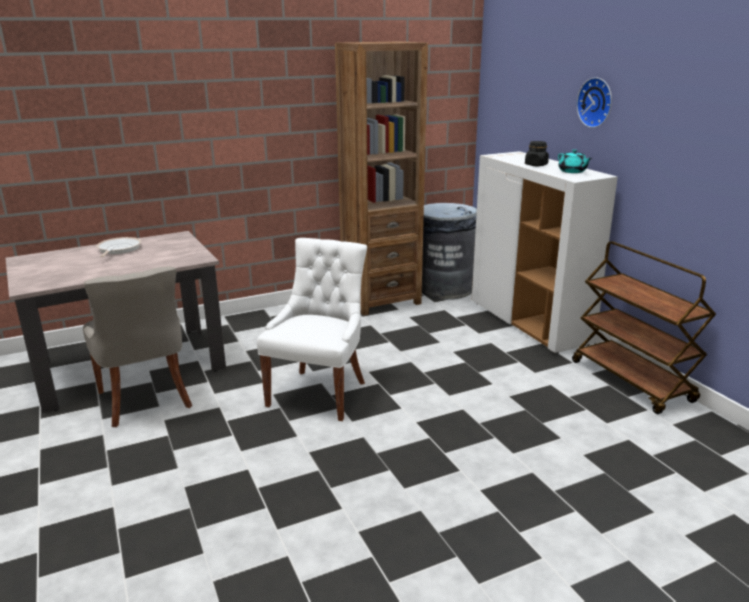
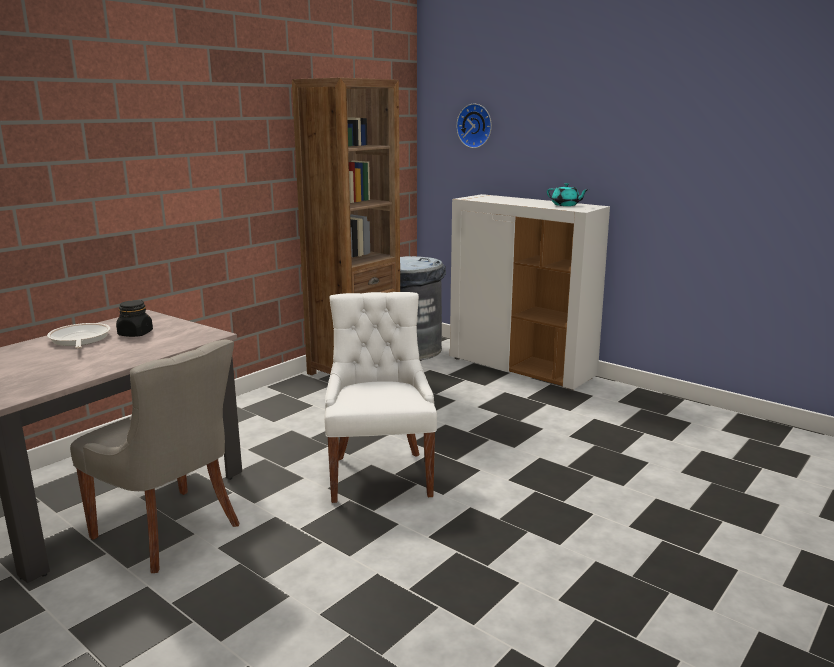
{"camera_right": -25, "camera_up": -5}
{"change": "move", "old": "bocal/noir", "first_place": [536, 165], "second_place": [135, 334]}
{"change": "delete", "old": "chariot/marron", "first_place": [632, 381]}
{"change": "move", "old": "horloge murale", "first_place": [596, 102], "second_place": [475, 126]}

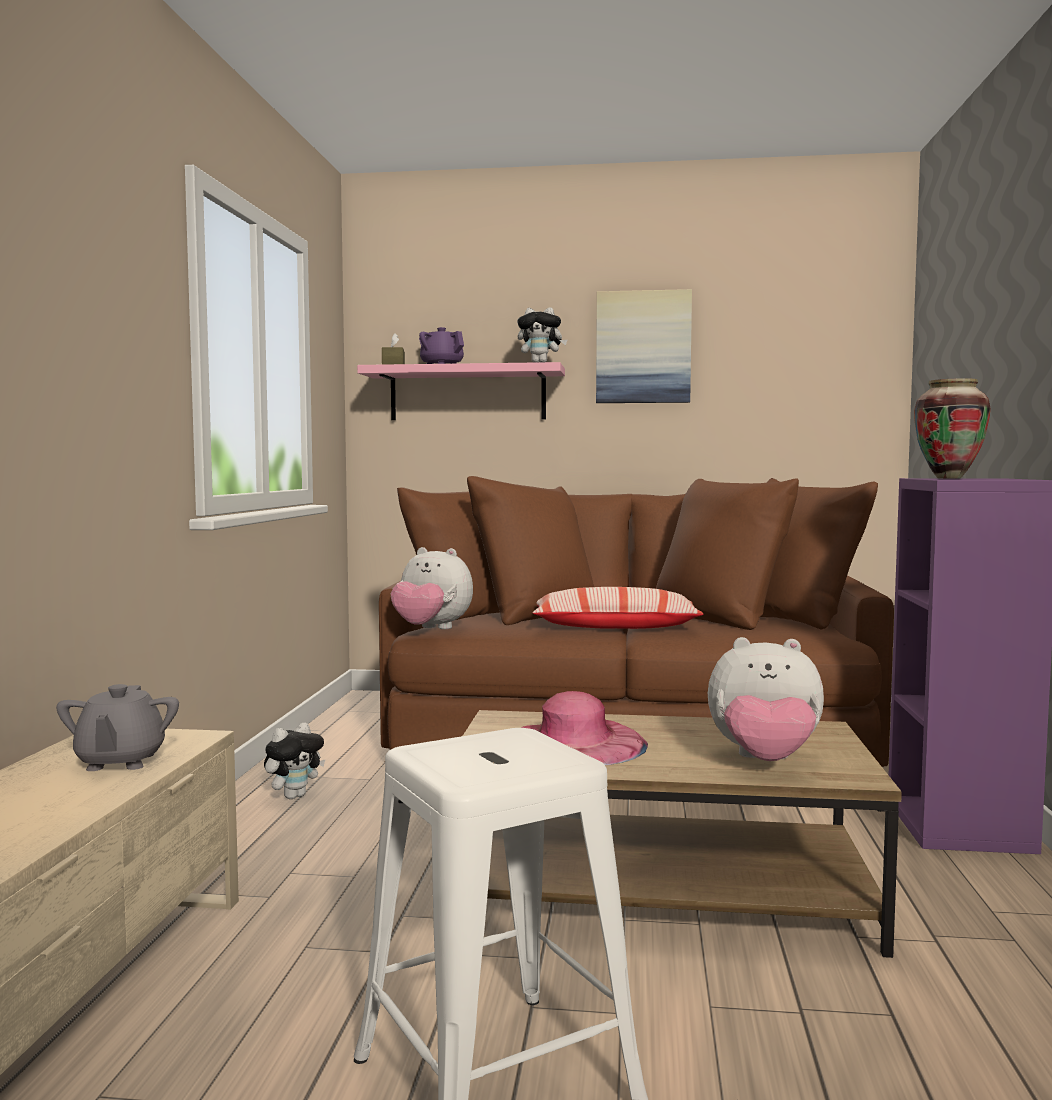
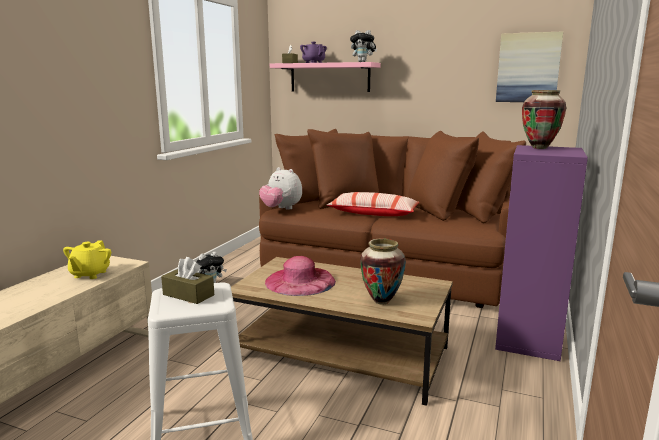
{"camera_right": 15, "camera_up": 10}
{"change": "recolor", "old": "théière/gris", "new": "théière/jaune", "first_place": [120, 762], "second_place": [90, 274]}
{"change": "move", "old": "tableau", "first_place": [643, 347], "second_place": [528, 68]}
{"change": "replace", "old": "peluche", "new": "vase", "first_place": [764, 761], "second_place": [381, 301]}
{"change": "insert", "new": "boîte à mouchoirs/marron", "second_place": [188, 295]}

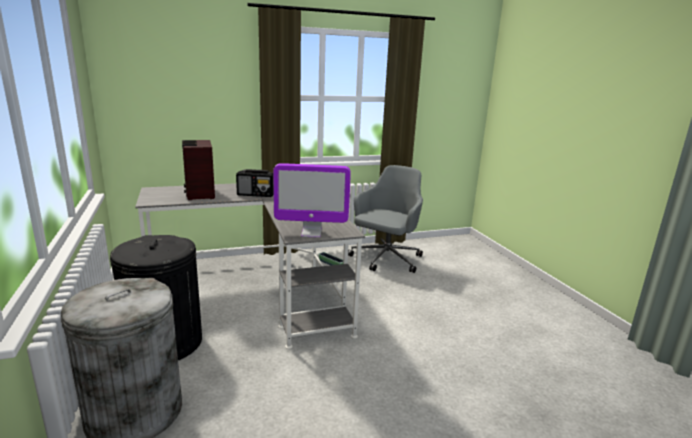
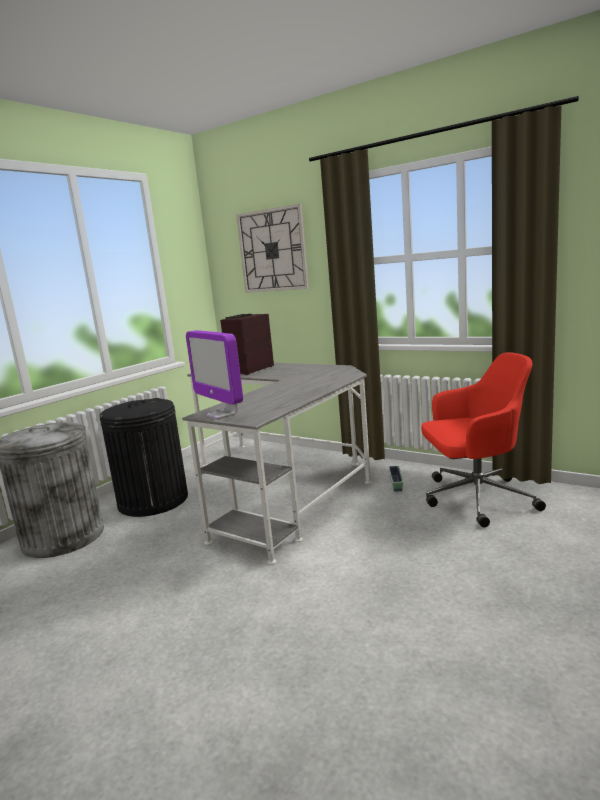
{"camera_right": 55, "camera_up": -5}
{"change": "delete", "old": "radio", "first_place": [256, 195]}
{"change": "recolor", "old": "chaise de bureau/gris", "new": "chaise de bureau/rouge", "first_place": [385, 259], "second_place": [475, 498]}
{"change": "insert", "new": "horloge murale", "second_place": [272, 250]}

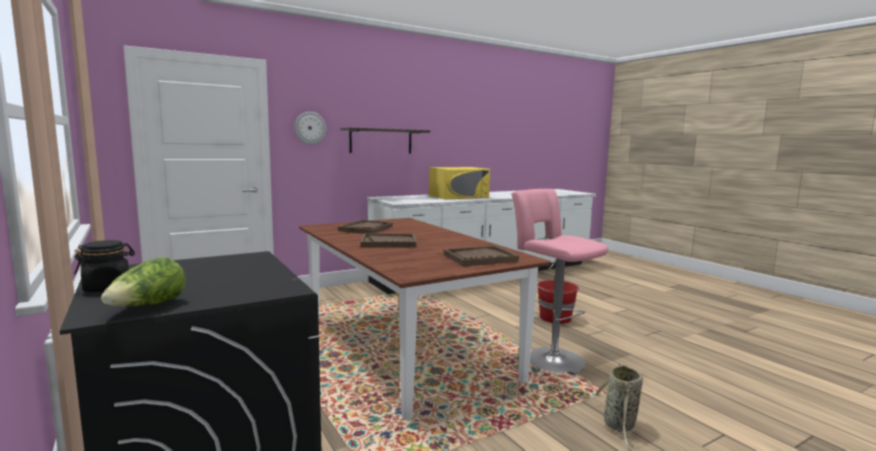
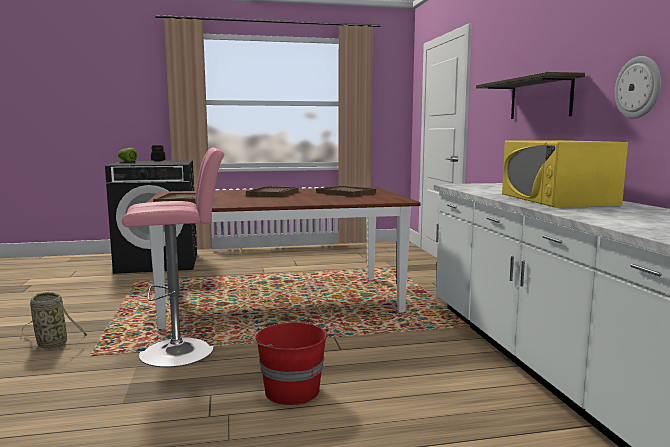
{"camera_right": 110, "camera_up": 0}
{"change": "move", "old": "horloge murale", "first_place": [310, 128], "second_place": [638, 87]}

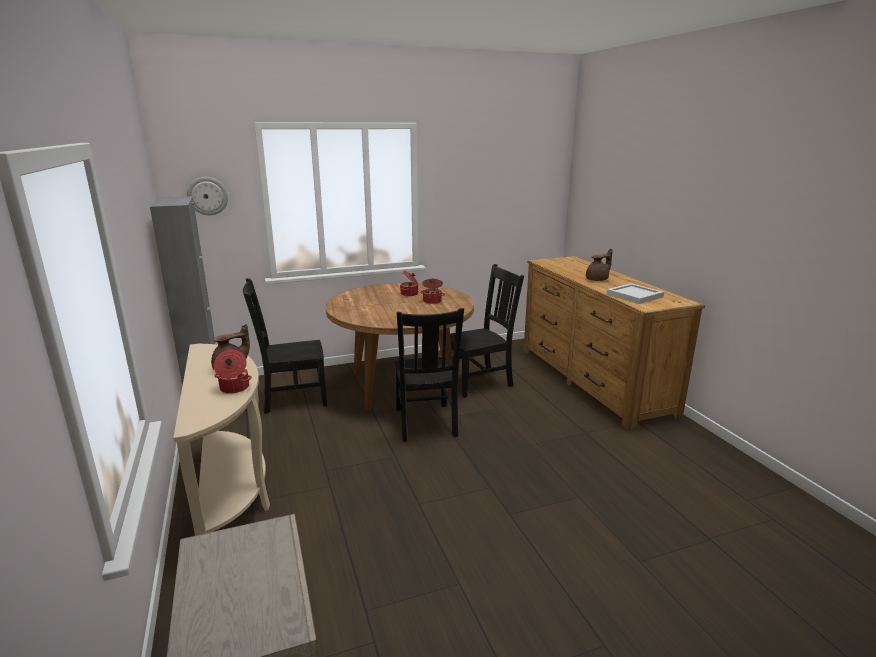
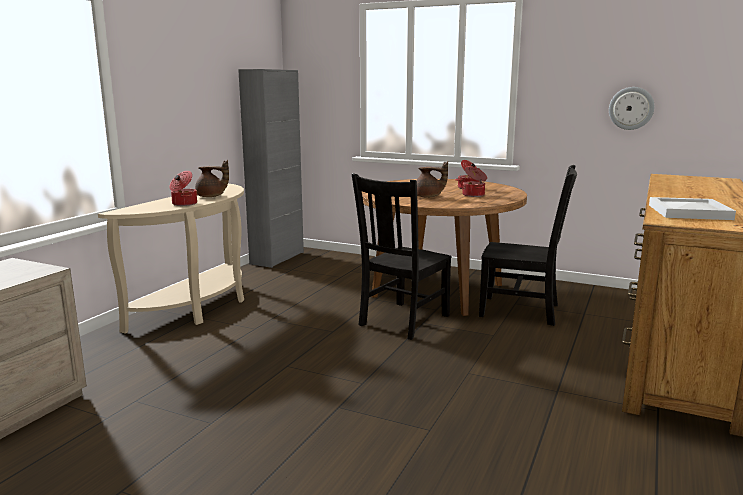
{"camera_right": 45, "camera_up": -5}
{"change": "move", "old": "horloge murale", "first_place": [207, 196], "second_place": [631, 108]}
{"change": "delete", "old": "chaise/noir", "first_place": [292, 398]}
{"change": "move", "old": "théière/marron", "first_place": [598, 280], "second_place": [428, 197]}

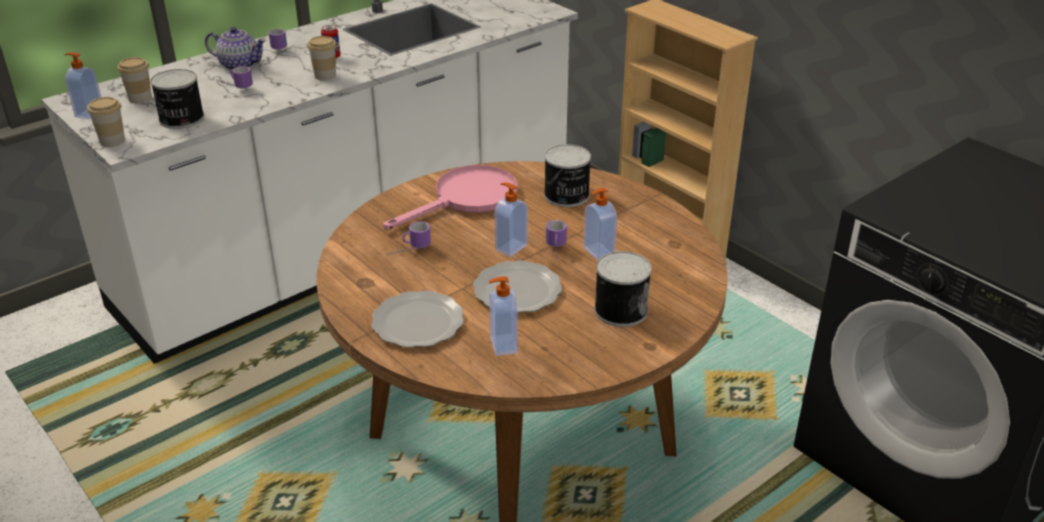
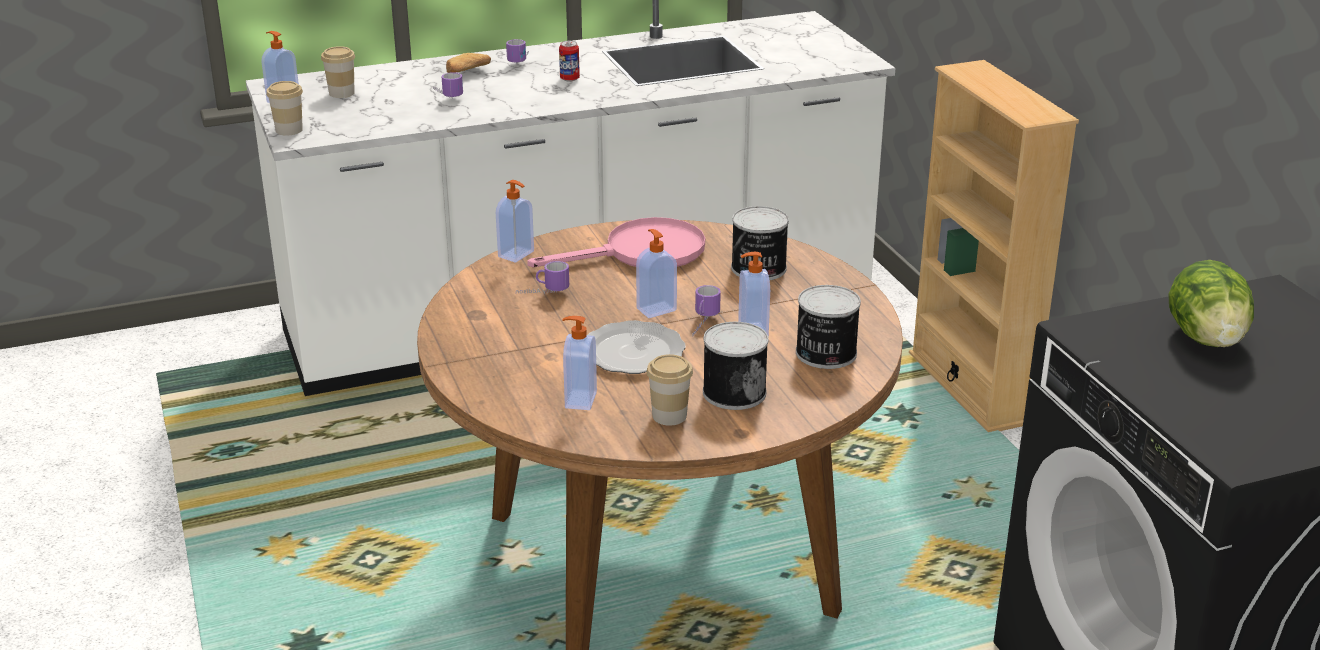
{"camera_right": 20, "camera_up": -5}
{"change": "move", "old": "boîte métallique", "first_place": [181, 119], "second_place": [825, 354]}
{"change": "replace", "old": "théière", "new": "pain", "first_place": [239, 65], "second_place": [464, 73]}
{"change": "move", "old": "tasse", "first_place": [325, 76], "second_place": [669, 416]}
{"change": "delete", "old": "assiette", "first_place": [417, 323]}
{"change": "insert", "new": "distributeur de savon", "second_place": [517, 254]}
{"change": "insert", "new": "laitue", "second_place": [1206, 339]}

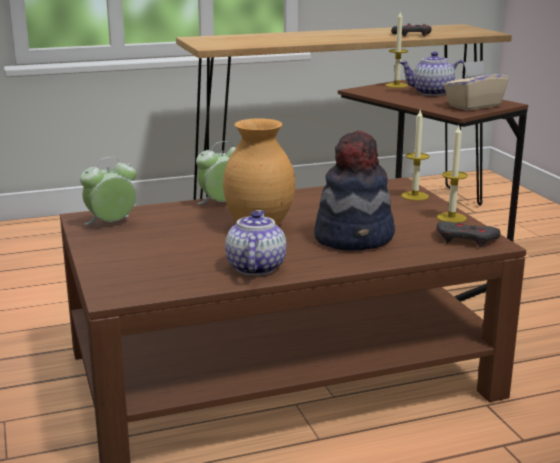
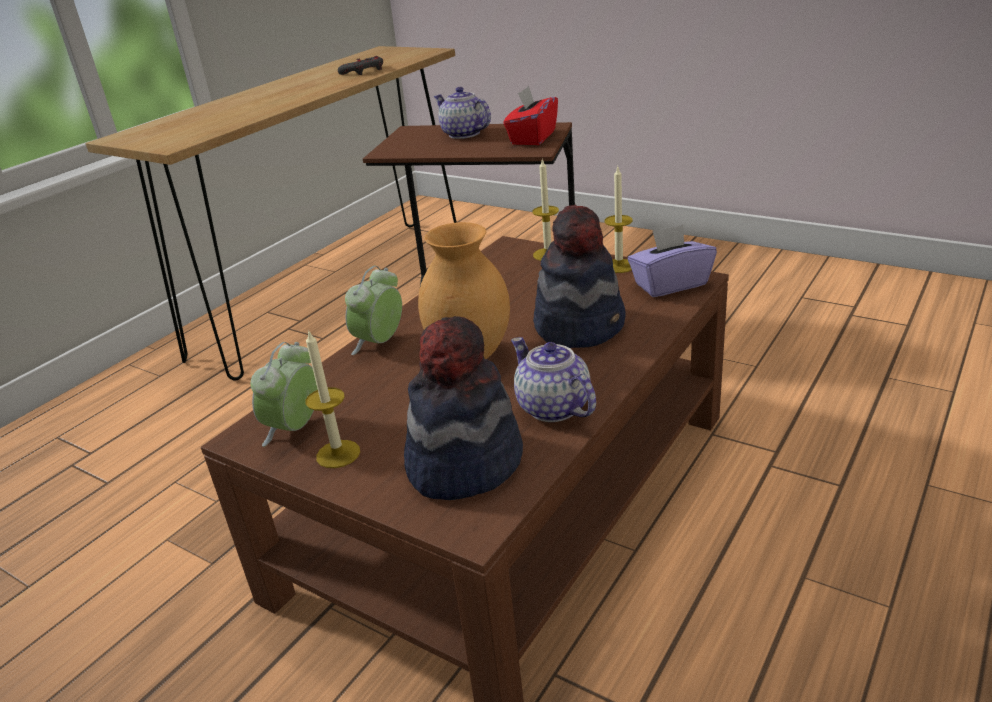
{"camera_right": -35, "camera_up": 10}
{"change": "move", "old": "bougie", "first_place": [396, 85], "second_place": [338, 454]}
{"change": "rotate", "old": "théière", "first_place": [432, 93], "second_place": [463, 134], "degrees": 75}
{"change": "replace", "old": "manette/gris", "new": "boîte à mouchoirs/violet", "first_place": [466, 239], "second_place": [670, 284]}
{"change": "recolor", "old": "boîte à mouchoirs/beige", "new": "boîte à mouchoirs/rouge", "first_place": [473, 106], "second_place": [532, 138]}
{"change": "insert", "new": "chapeau", "second_place": [463, 462]}

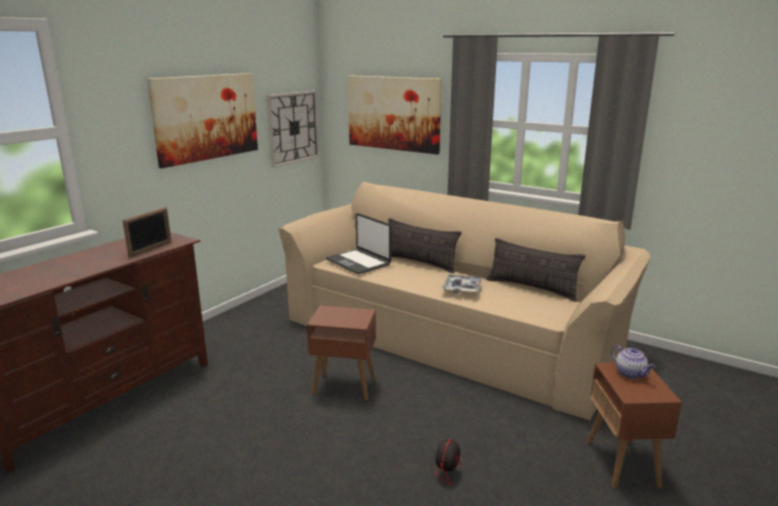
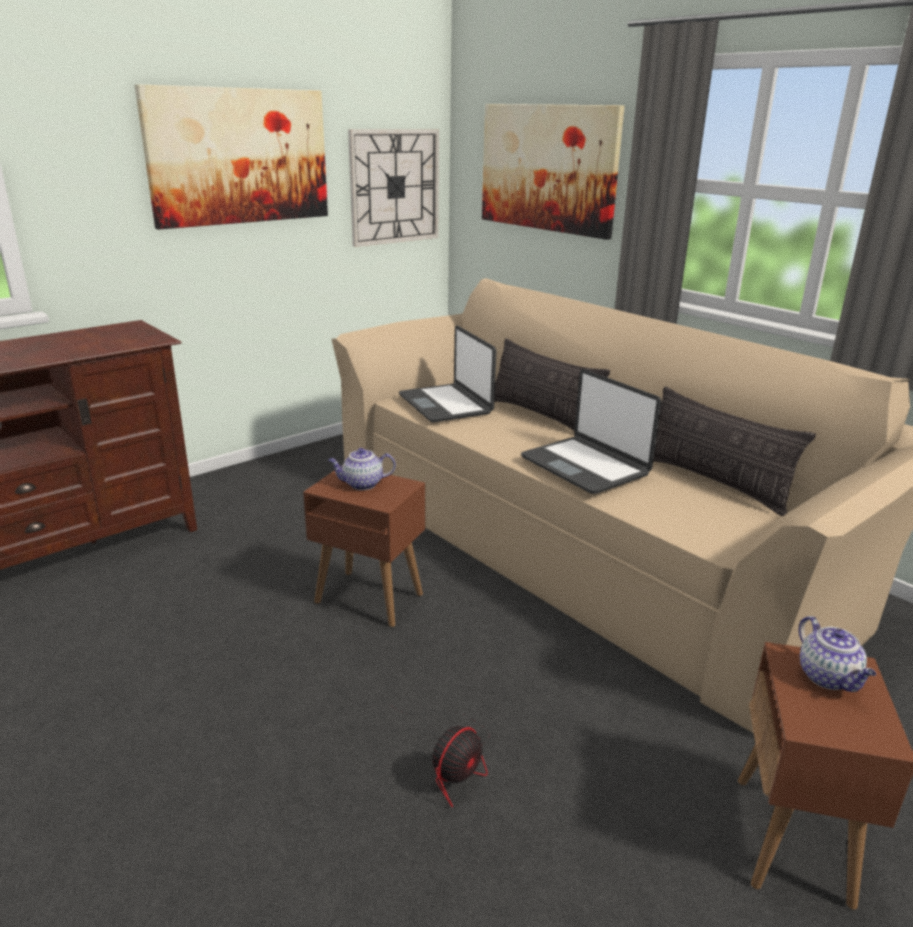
{"camera_right": 15, "camera_up": 5}
{"change": "delete", "old": "cadre photo", "first_place": [151, 249]}
{"change": "replace", "old": "plateau", "new": "ordinateur portable", "first_place": [462, 288], "second_place": [585, 466]}
{"change": "insert", "new": "théière", "second_place": [362, 484]}

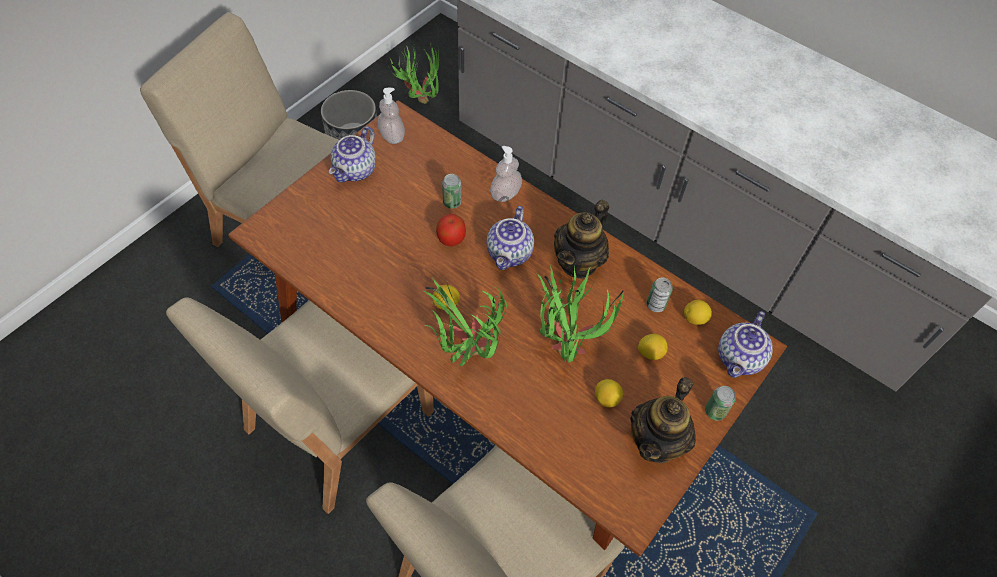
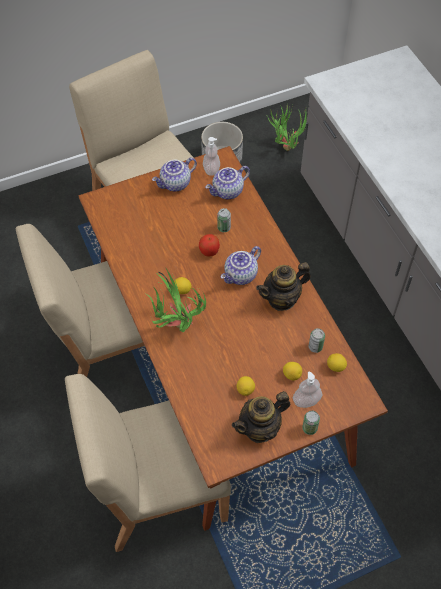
{"camera_right": 30, "camera_up": 0}
{"change": "move", "old": "distributeur de savon", "first_place": [505, 194], "second_place": [306, 401]}
{"change": "delete", "old": "plante en pot", "first_place": [566, 342]}
{"change": "move", "old": "théière", "first_place": [740, 359], "second_place": [228, 192]}

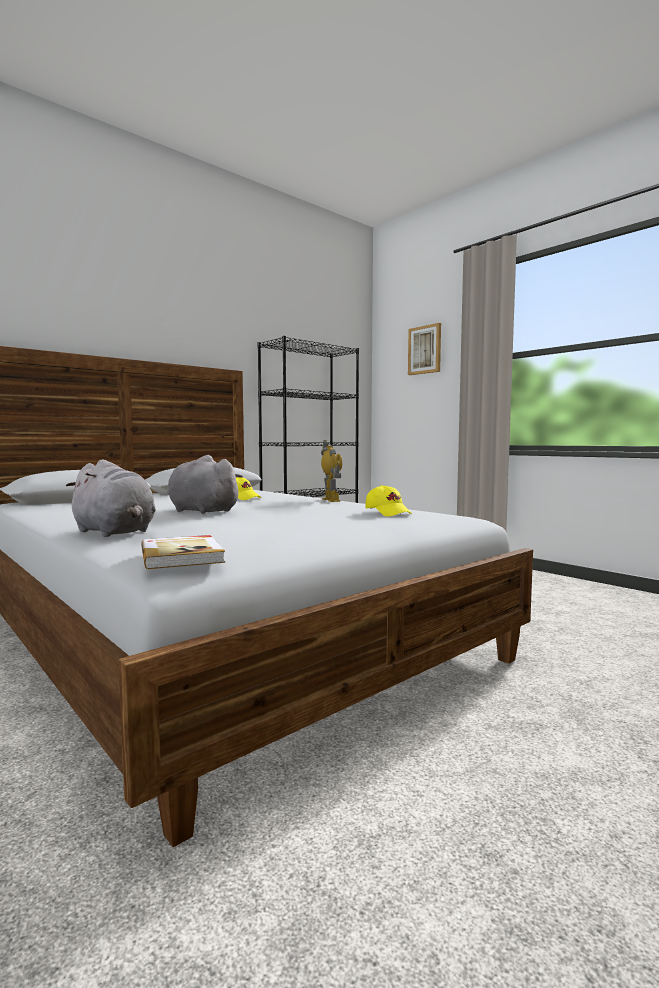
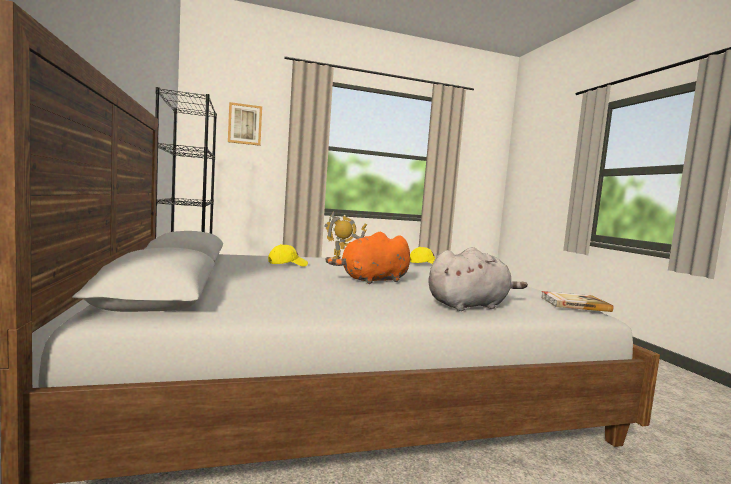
{"camera_right": -65, "camera_up": 0}
{"change": "recolor", "old": "peluche/gris", "new": "peluche/orange", "first_place": [201, 511], "second_place": [372, 280]}

